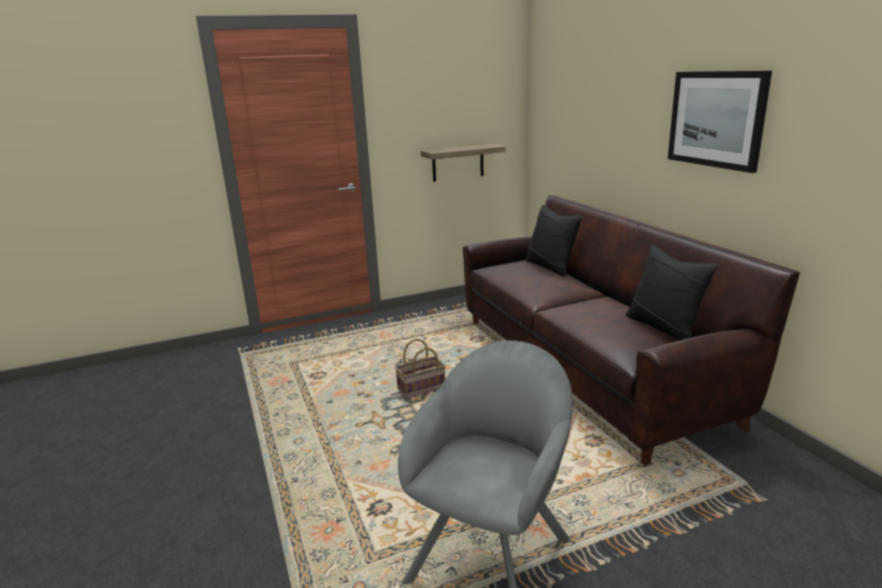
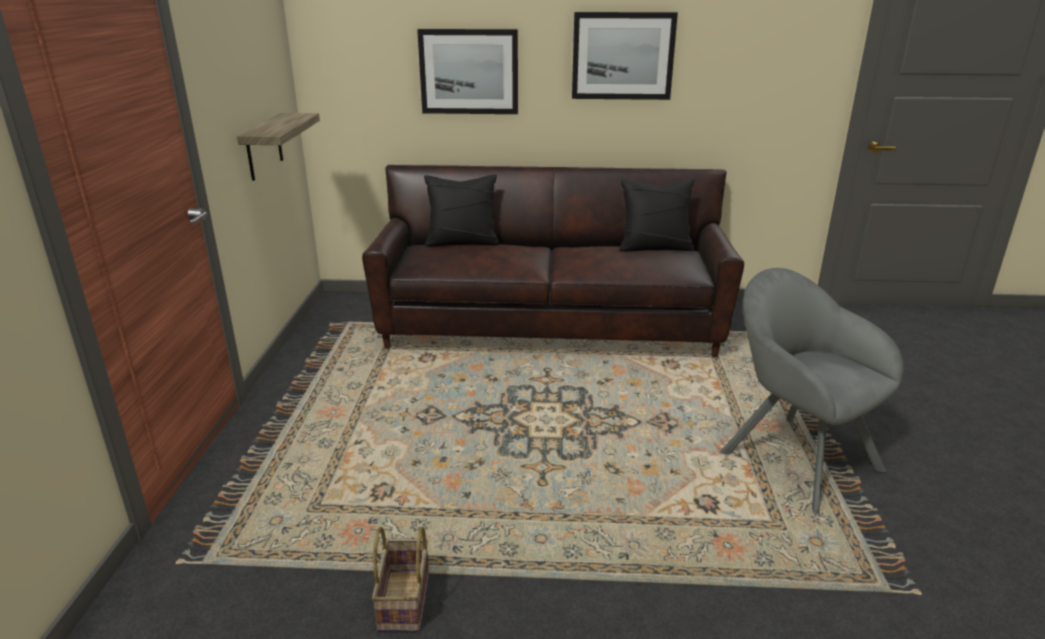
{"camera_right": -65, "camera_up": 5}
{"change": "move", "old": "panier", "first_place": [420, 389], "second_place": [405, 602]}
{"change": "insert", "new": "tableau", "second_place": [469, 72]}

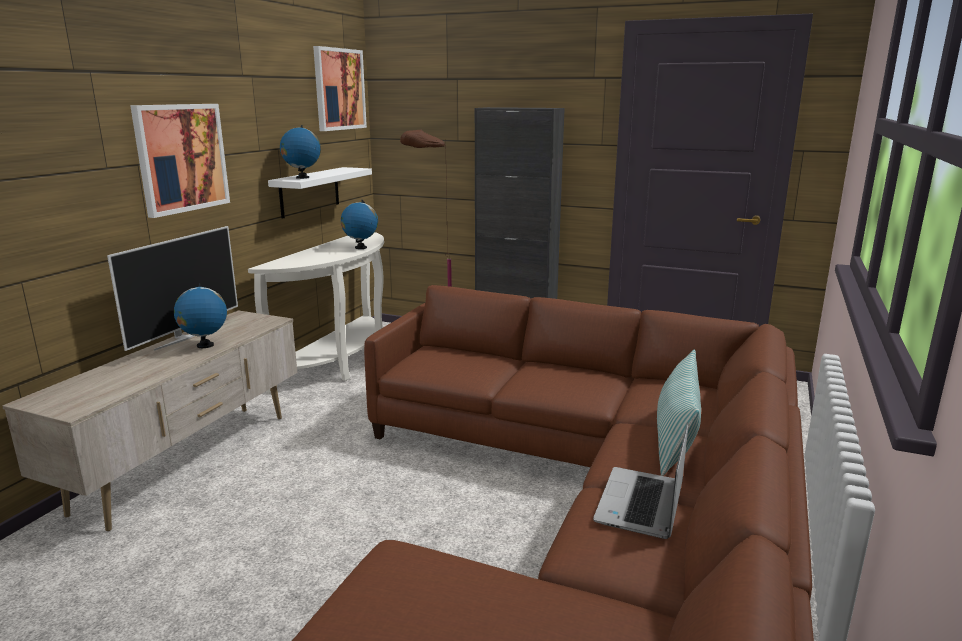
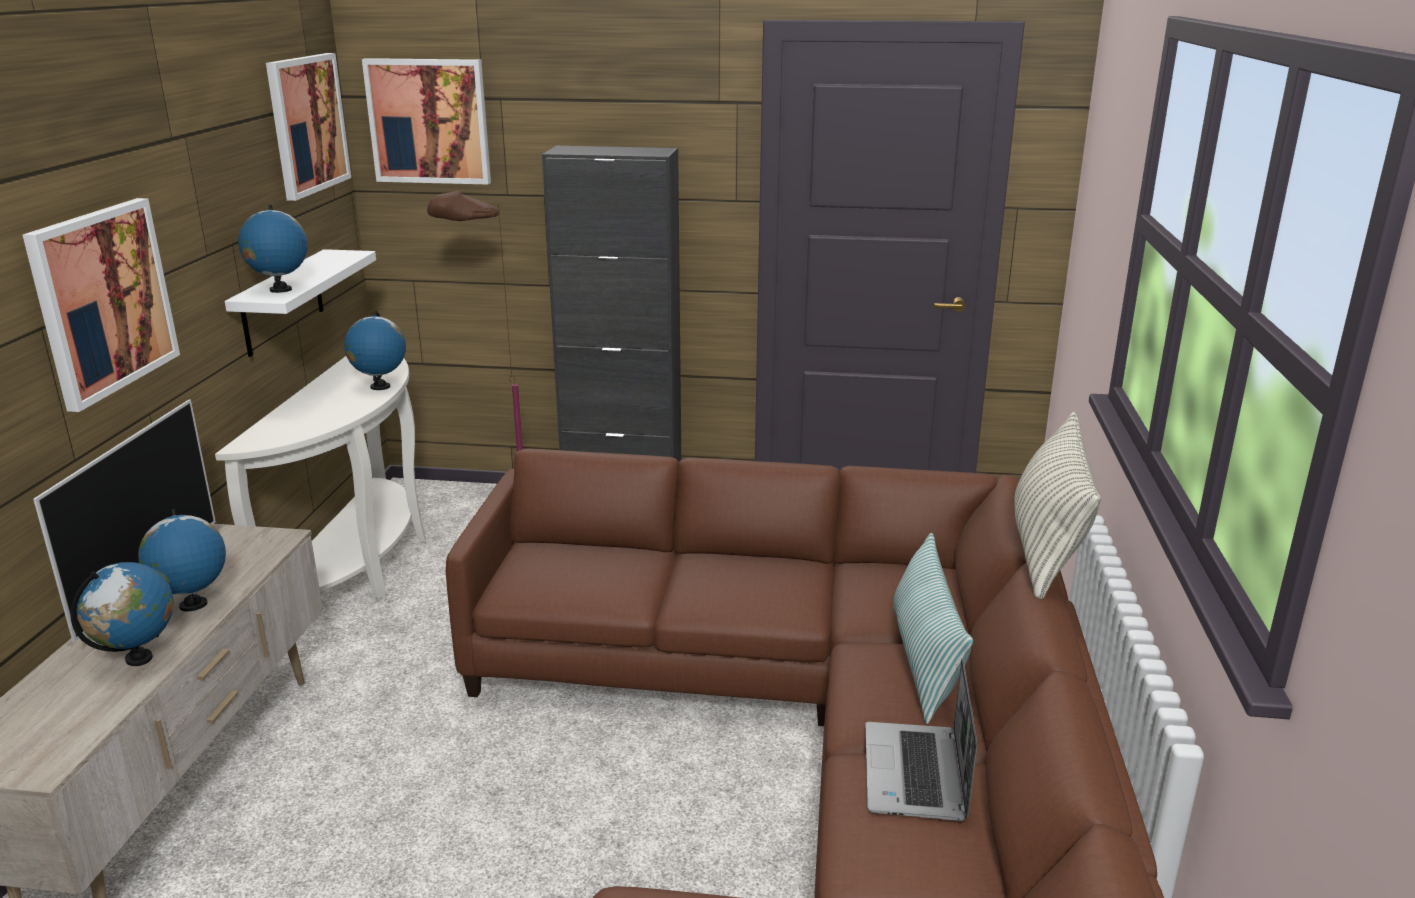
{"camera_right": -15, "camera_up": 5}
{"change": "insert", "new": "globe", "second_place": [139, 659]}
{"change": "insert", "new": "tableau", "second_place": [429, 121]}
{"change": "insert", "new": "coussin", "second_place": [1047, 548]}

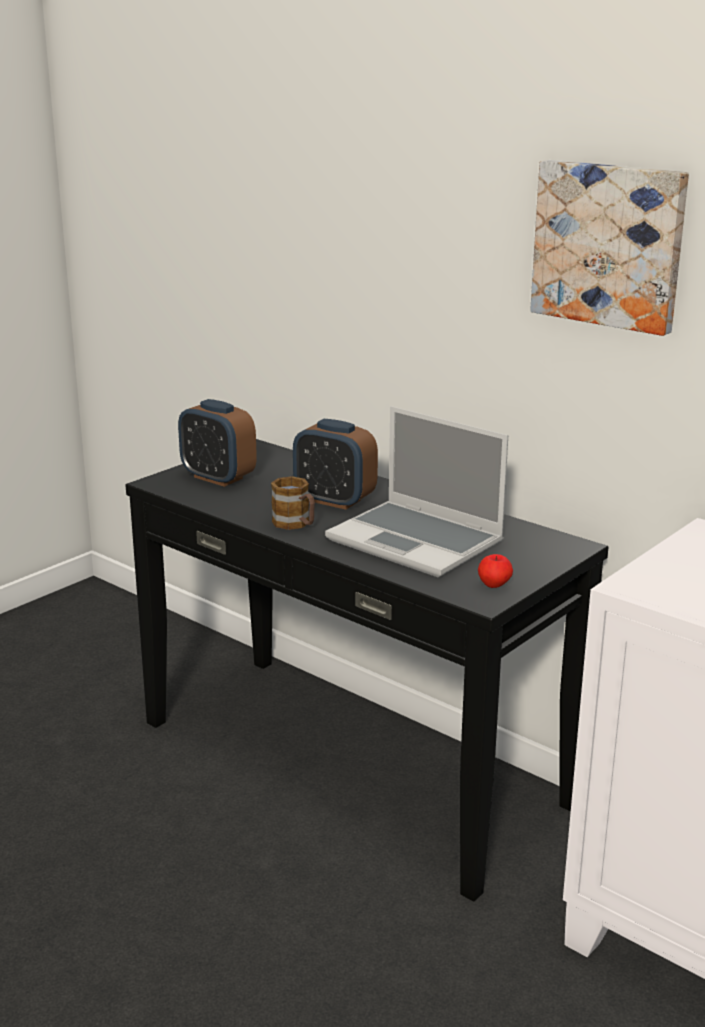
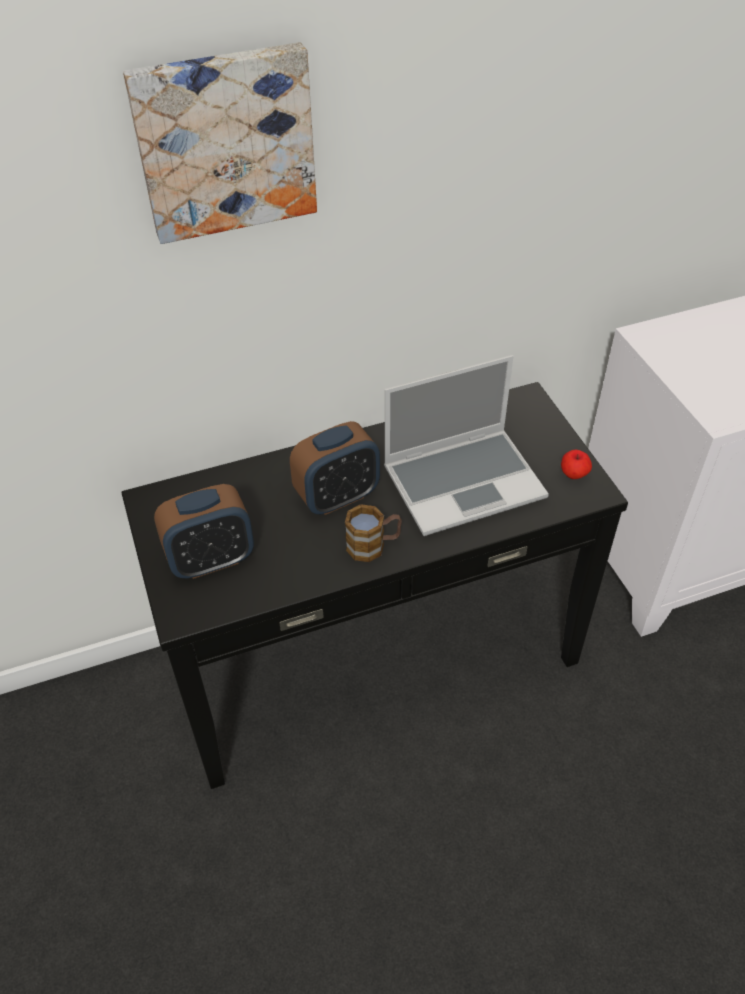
{"camera_right": -60, "camera_up": 25}
{"change": "move", "old": "tableau", "first_place": [609, 244], "second_place": [225, 142]}

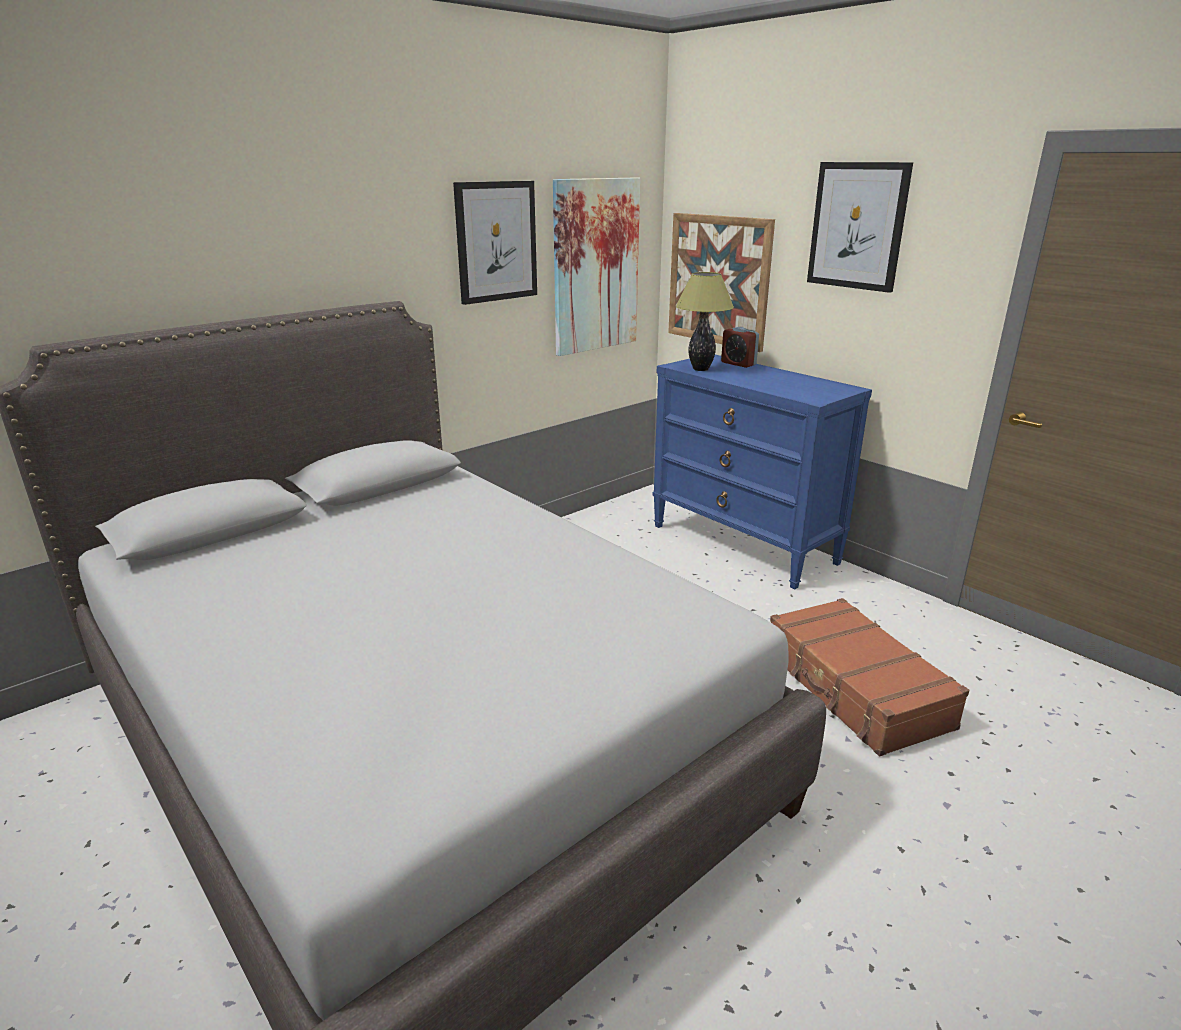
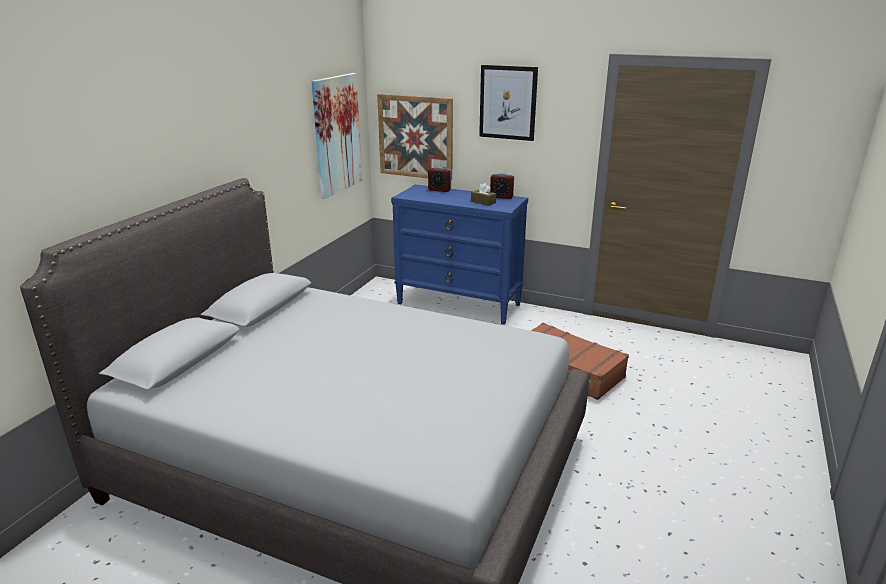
{"camera_right": -25, "camera_up": 0}
{"change": "delete", "old": "tableau", "first_place": [496, 242]}
{"change": "delete", "old": "lampe de table", "first_place": [701, 369]}
{"change": "insert", "new": "boîte à mouchoirs/marron", "second_place": [483, 202]}
{"change": "insert", "new": "réveil", "second_place": [501, 197]}

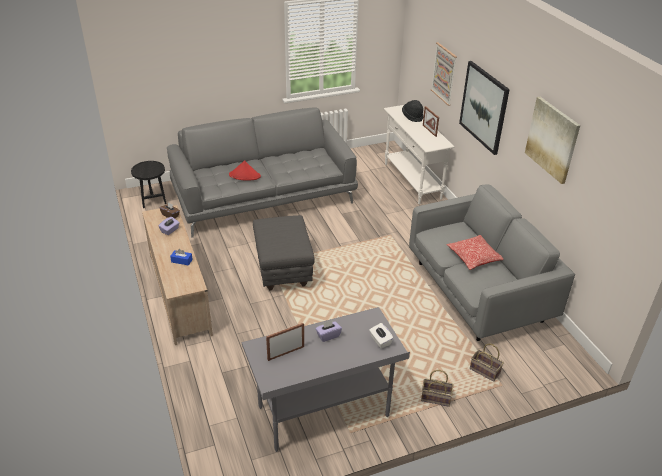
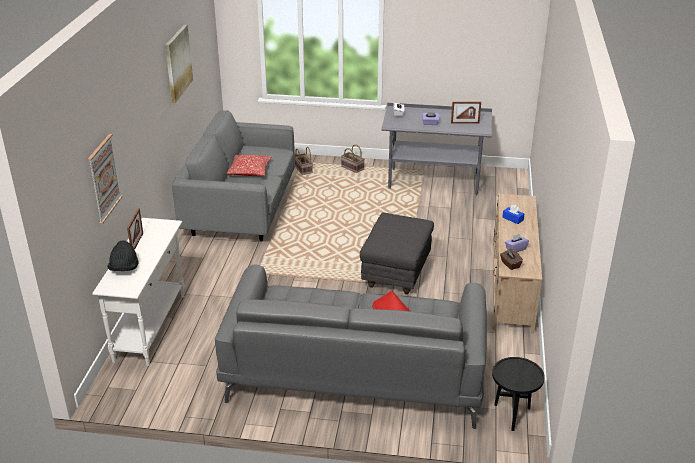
{"camera_right": -150, "camera_up": -5}
{"change": "delete", "old": "tableau", "first_place": [484, 107]}

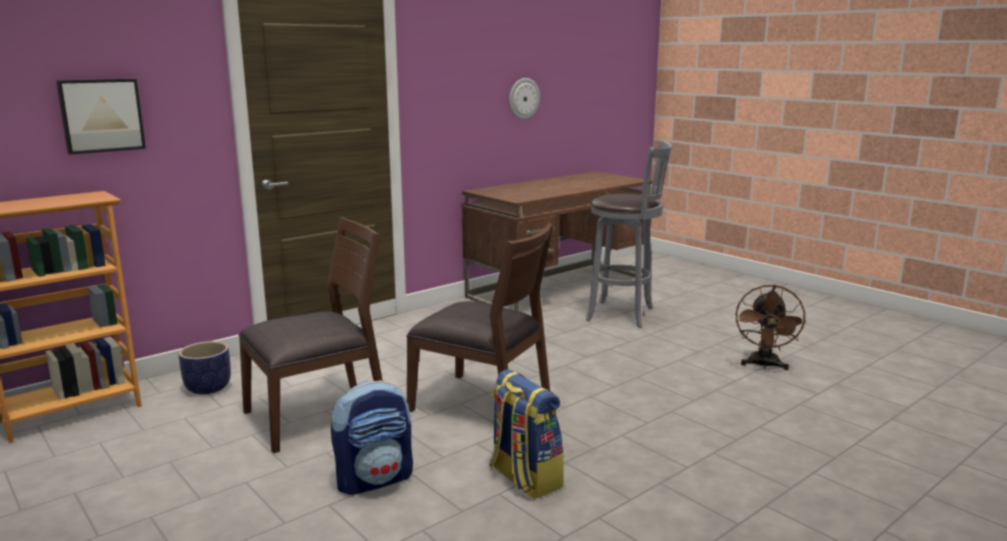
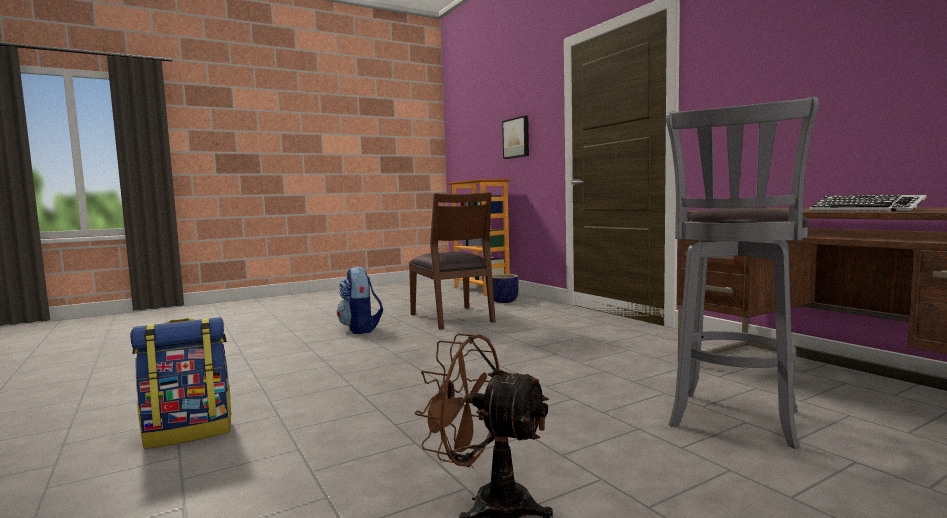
{"camera_right": 100, "camera_up": -10}
{"change": "delete", "old": "chaise/marron", "first_place": [482, 404]}
{"change": "move", "old": "sac à dos", "first_place": [524, 478], "second_place": [189, 432]}
{"change": "delete", "old": "horloge murale", "first_place": [523, 98]}
{"change": "insert", "new": "clavier", "second_place": [864, 210]}

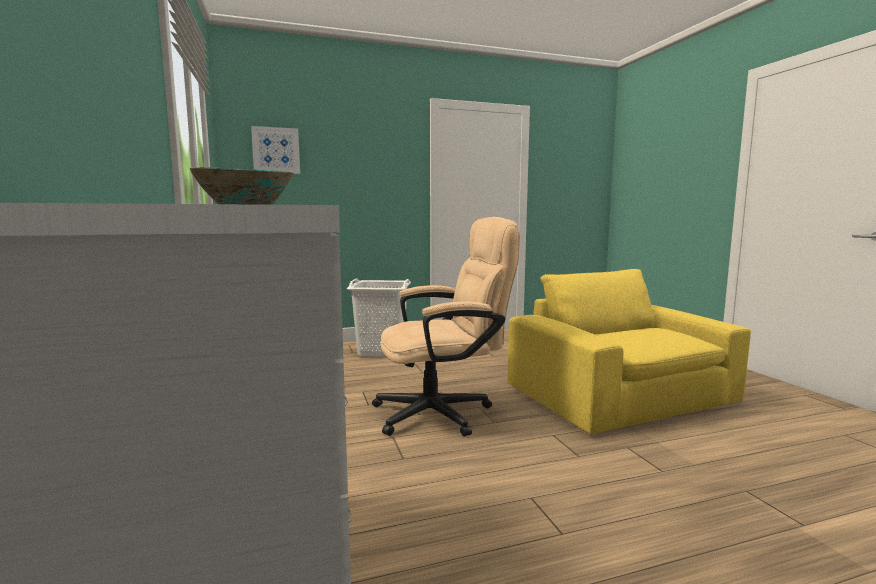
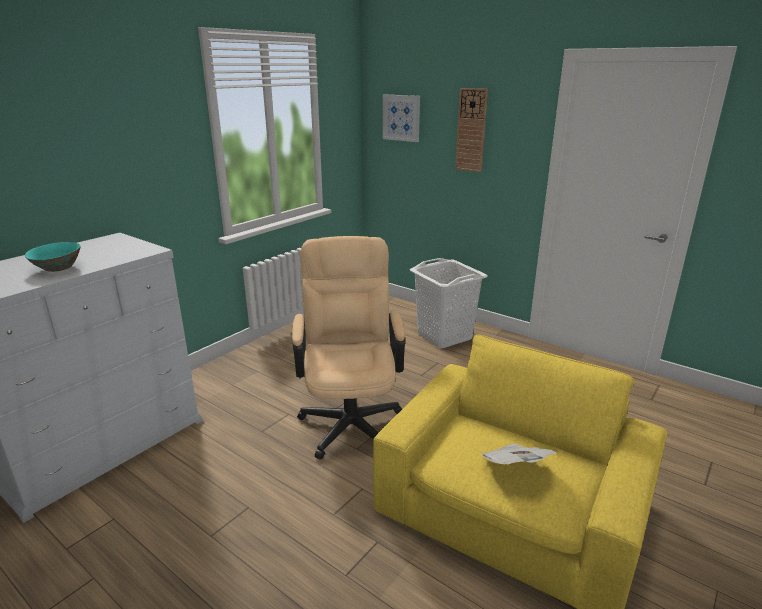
{"camera_right": 55, "camera_up": 15}
{"change": "rotate", "old": "chaise de bureau/beige", "first_place": [444, 412], "second_place": [351, 418], "degrees": -135}
{"change": "insert", "new": "horloge murale", "second_place": [471, 130]}
{"change": "insert", "new": "journal", "second_place": [515, 468]}

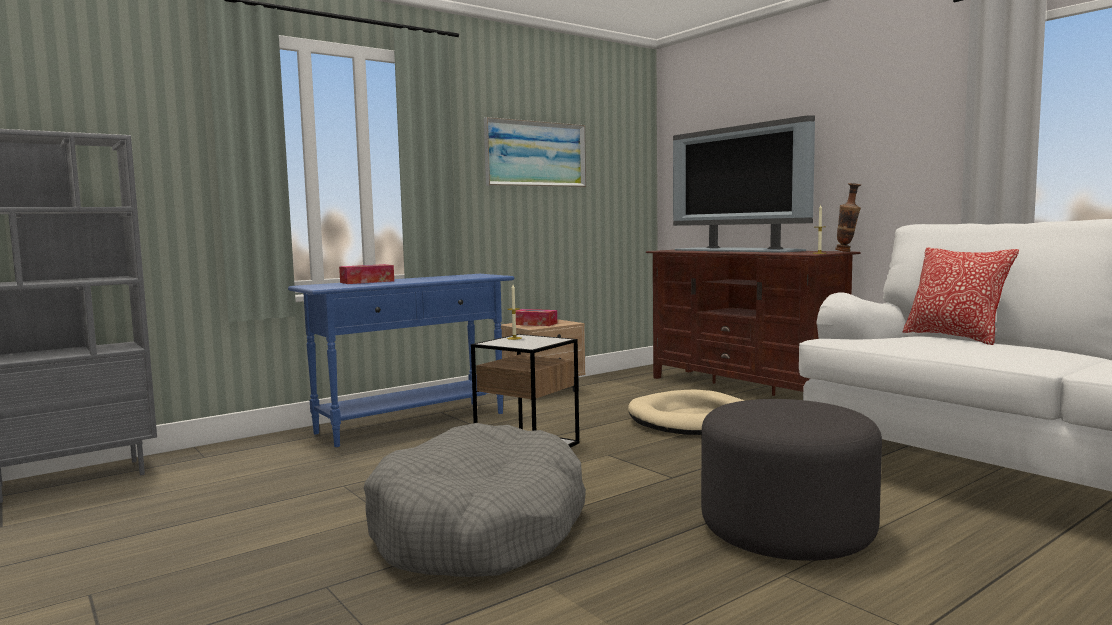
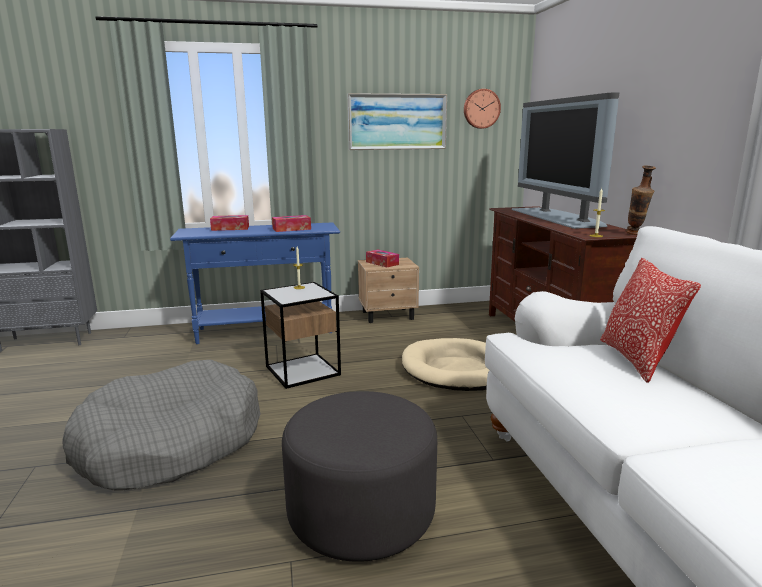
{"camera_right": 25, "camera_up": 10}
{"change": "insert", "new": "boîte à mouchoirs", "second_place": [291, 229]}
{"change": "insert", "new": "horloge murale", "second_place": [481, 109]}

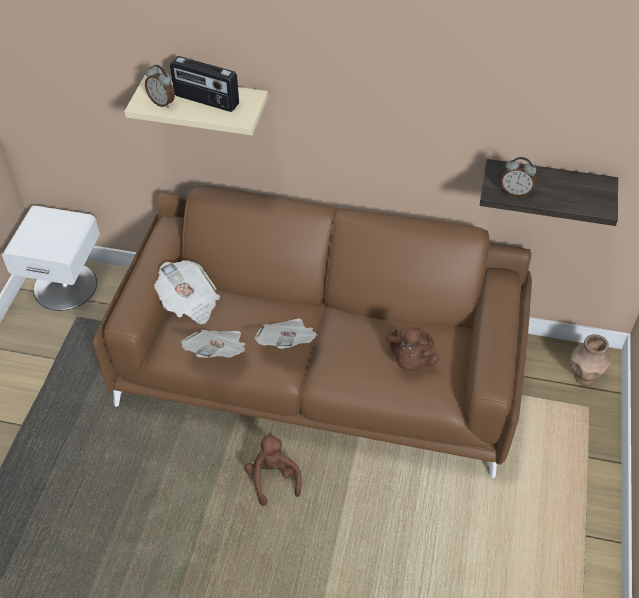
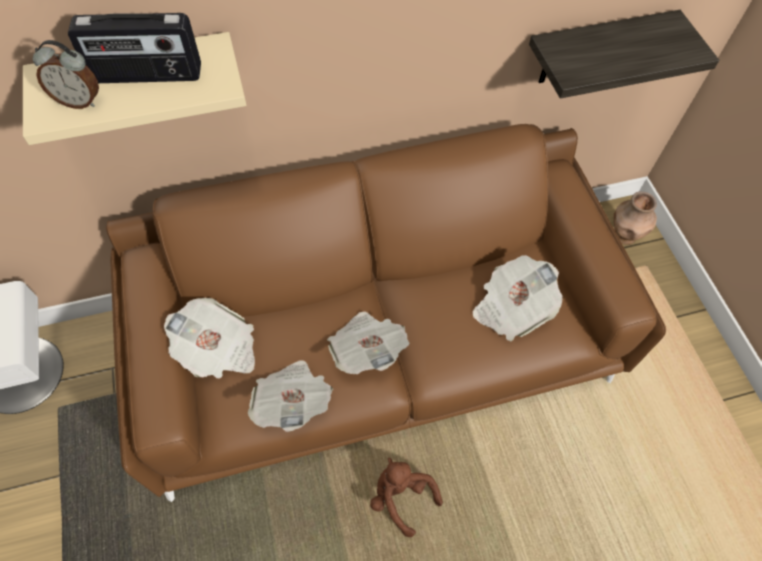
{"camera_right": -30, "camera_up": 10}
{"change": "replace", "old": "peluche/marron", "new": "journal", "first_place": [410, 360], "second_place": [511, 308]}
{"change": "delete", "old": "réveil", "first_place": [515, 192]}

